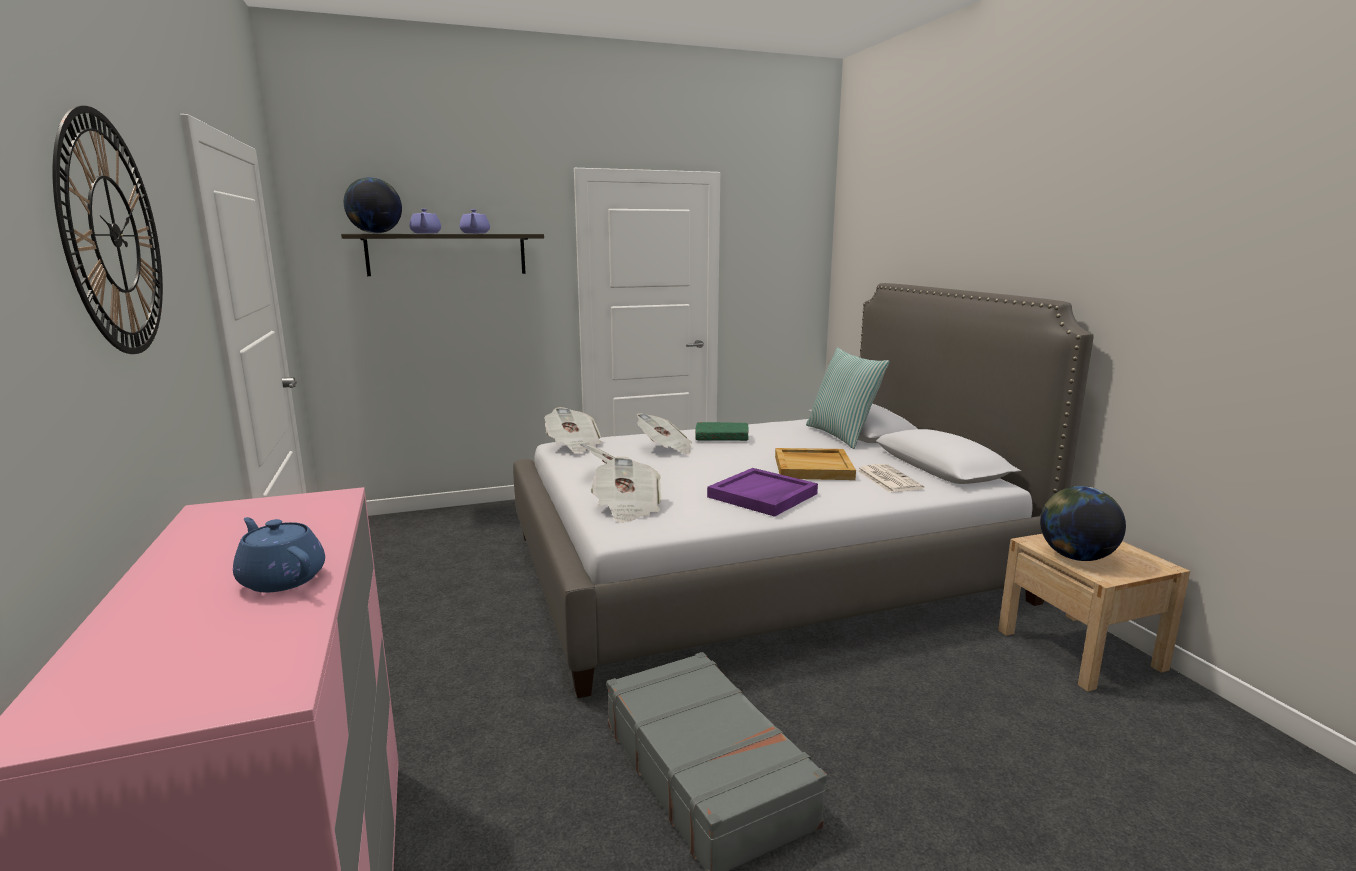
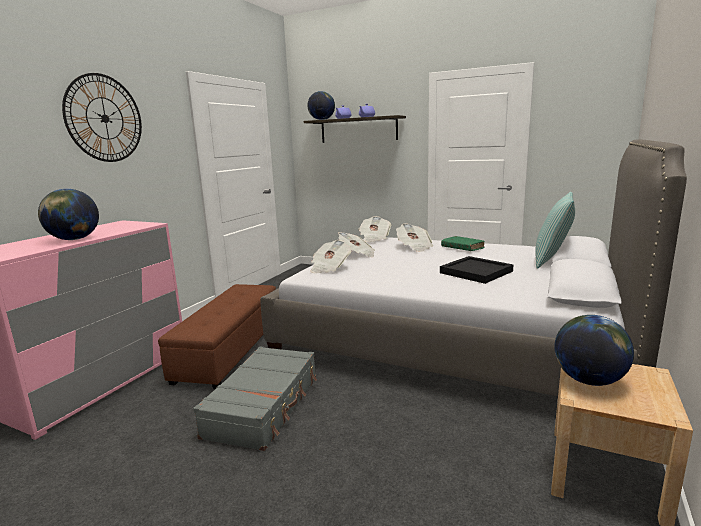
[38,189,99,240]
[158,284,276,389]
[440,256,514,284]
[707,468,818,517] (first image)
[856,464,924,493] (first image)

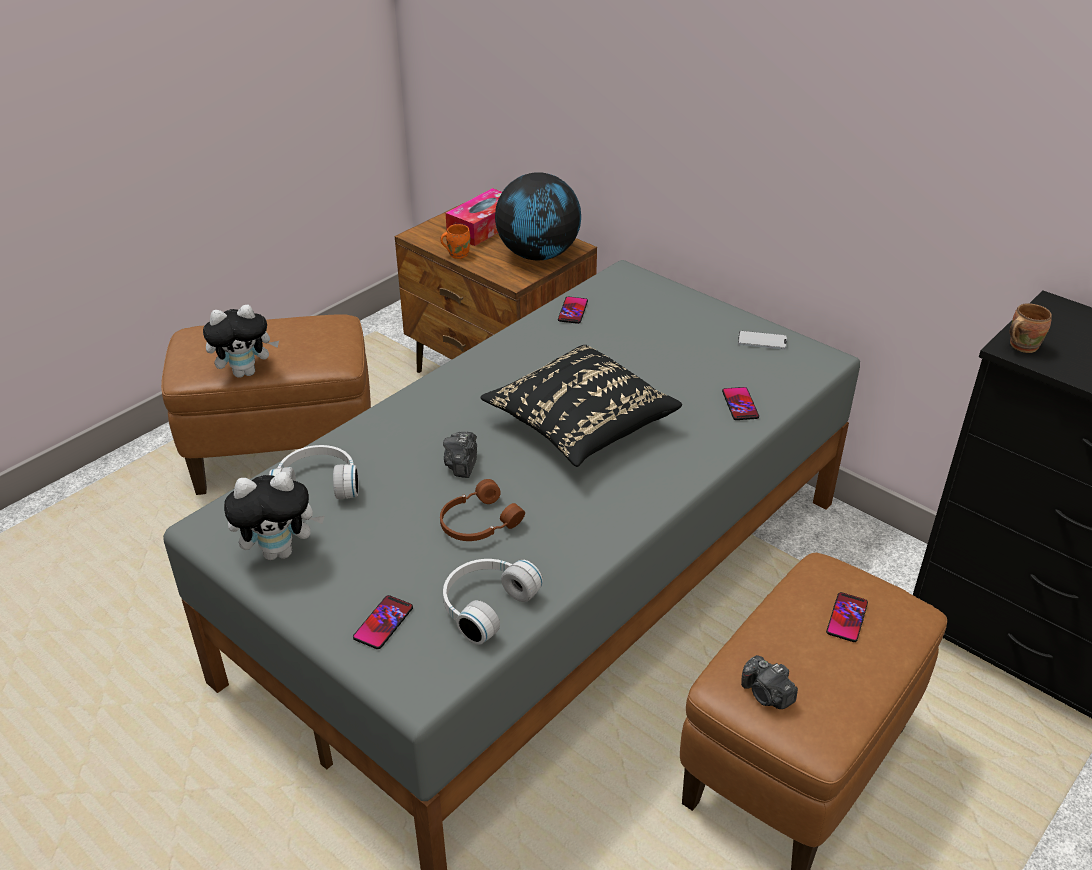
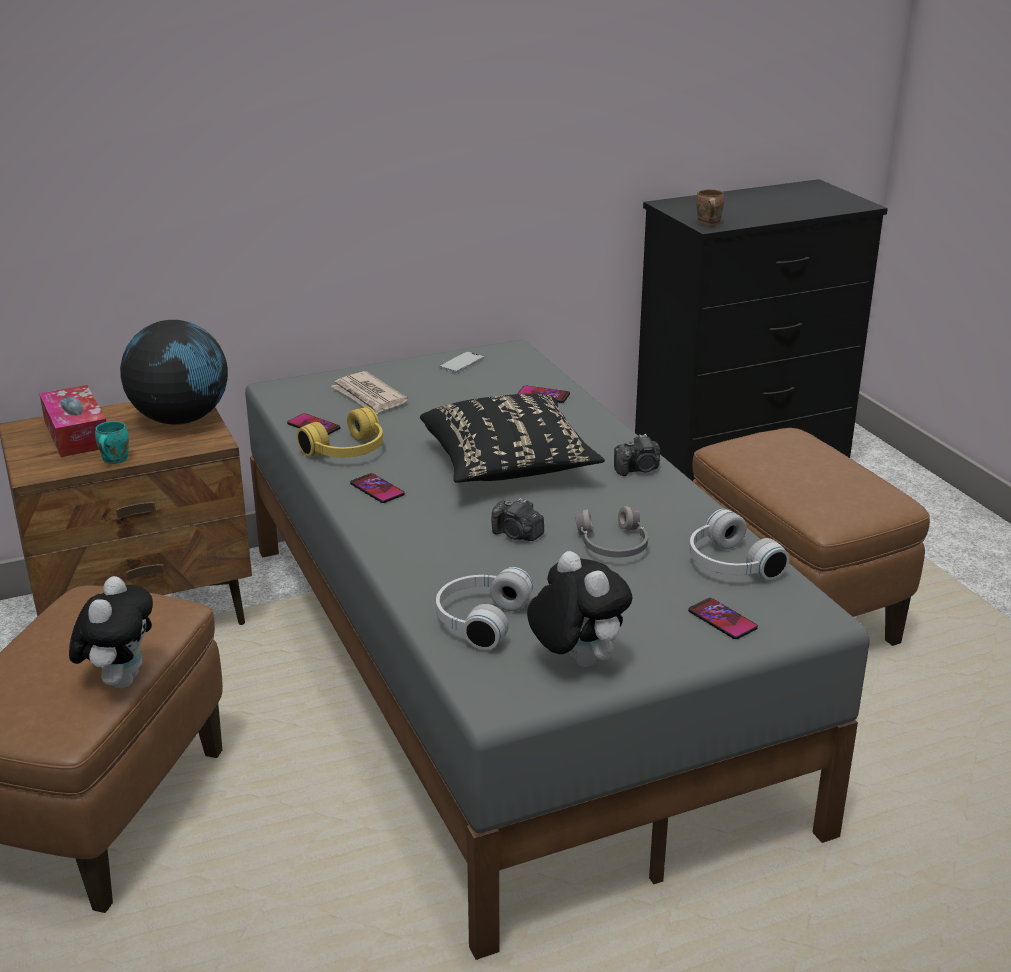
[95,421,129,464]
[297,407,383,457]
[331,371,408,415]
[350,473,405,503]
[527,551,632,667]
[575,506,648,558]
[614,434,660,476]

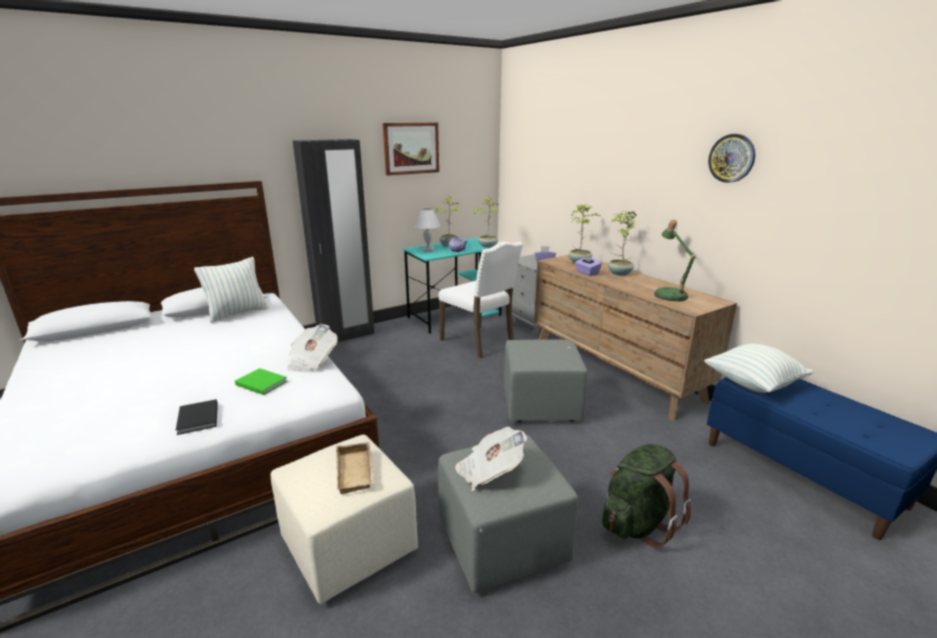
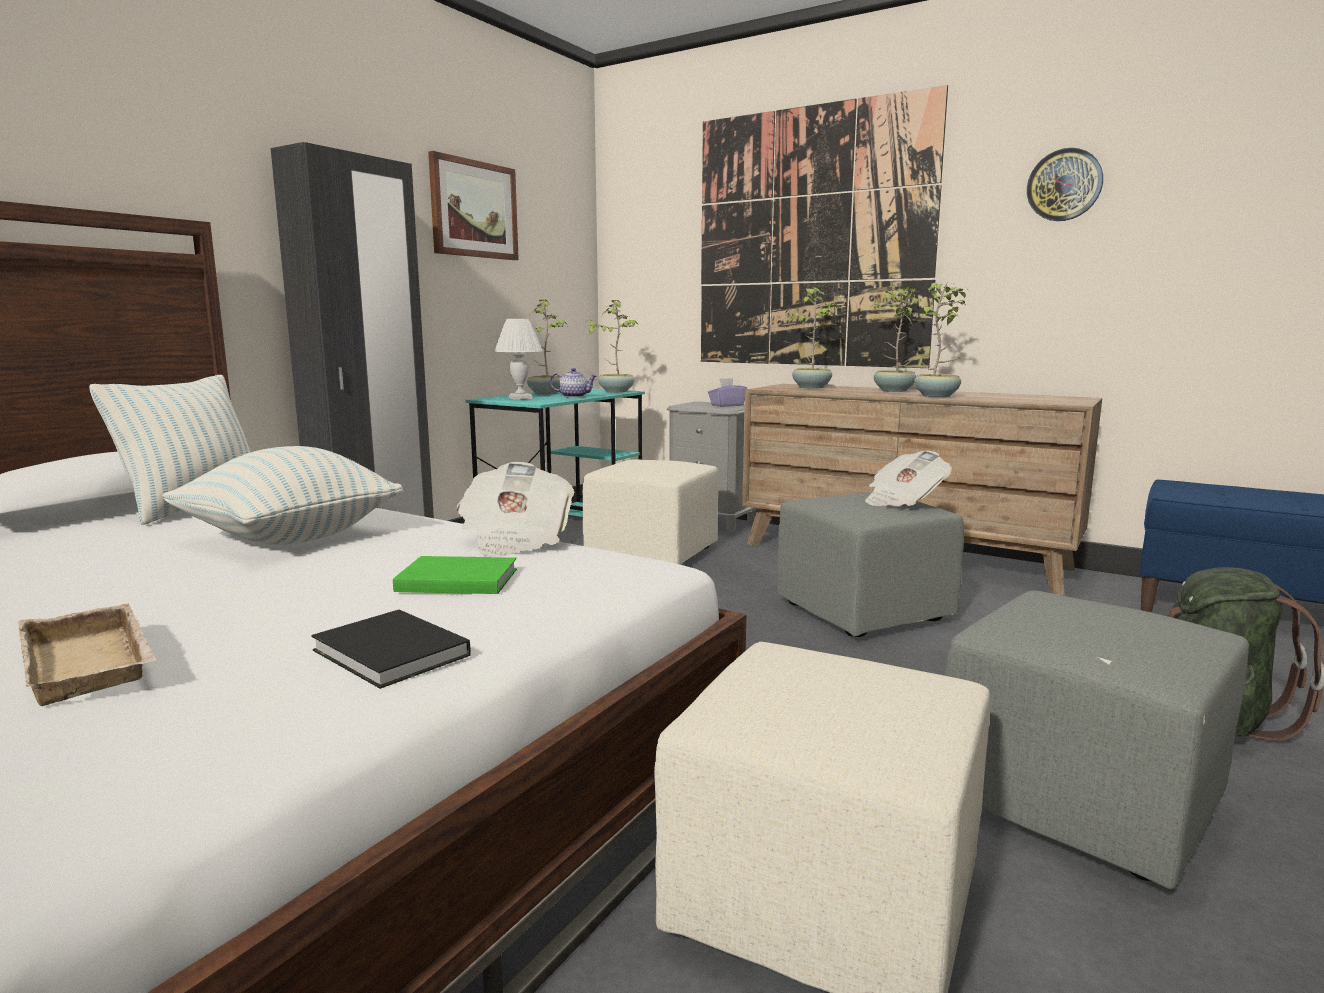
[18,603,158,706]
[162,446,404,545]
[583,459,718,565]
[701,85,948,368]
[865,451,952,506]
[914,283,970,397]
[575,255,602,276] (first image)
[654,219,696,301] (first image)

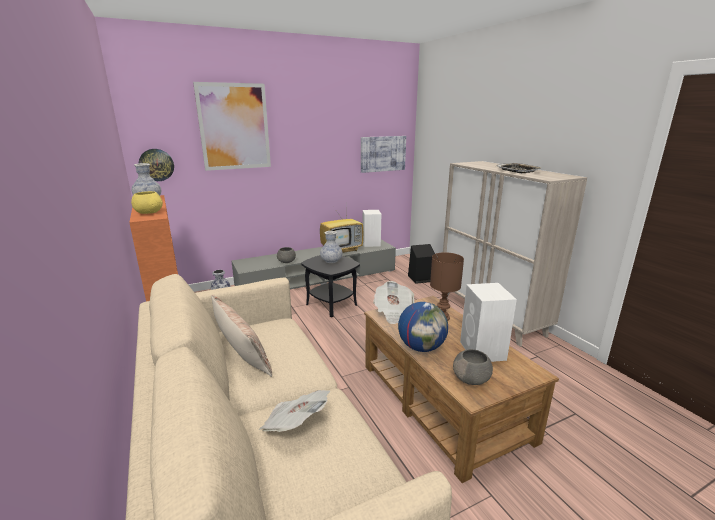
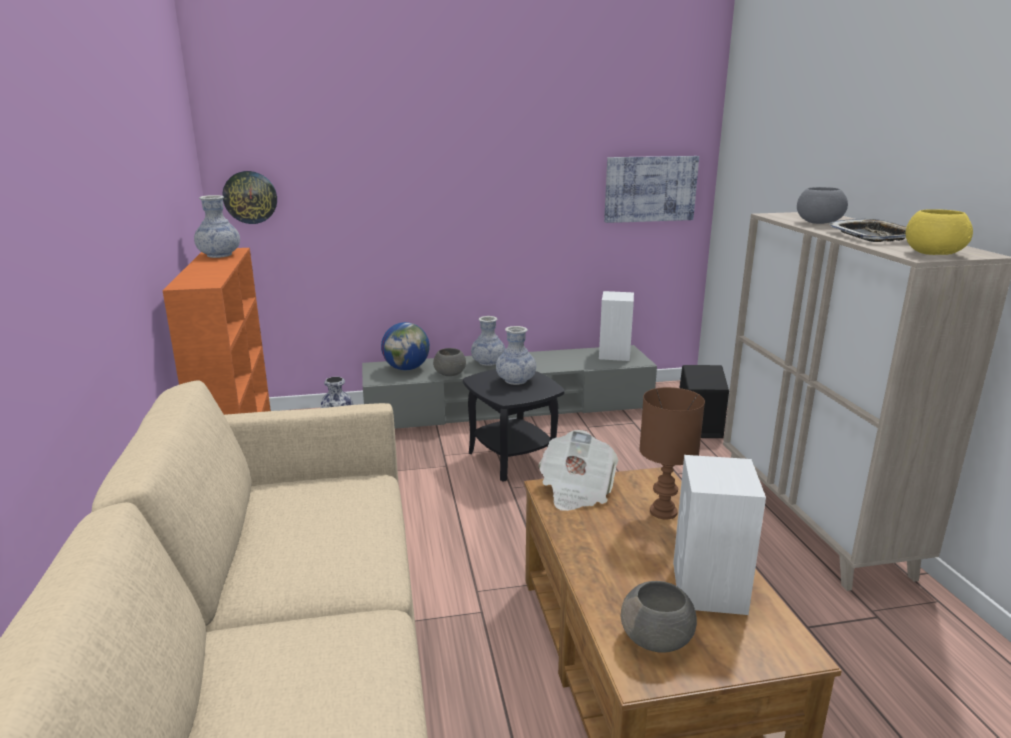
[381,322,430,370]
[471,316,505,366]
[797,187,848,224]
[905,209,973,255]
[193,82,271,171] (first image)
[211,295,272,377] (first image)
[259,390,330,432] (first image)
[320,208,364,253] (first image)

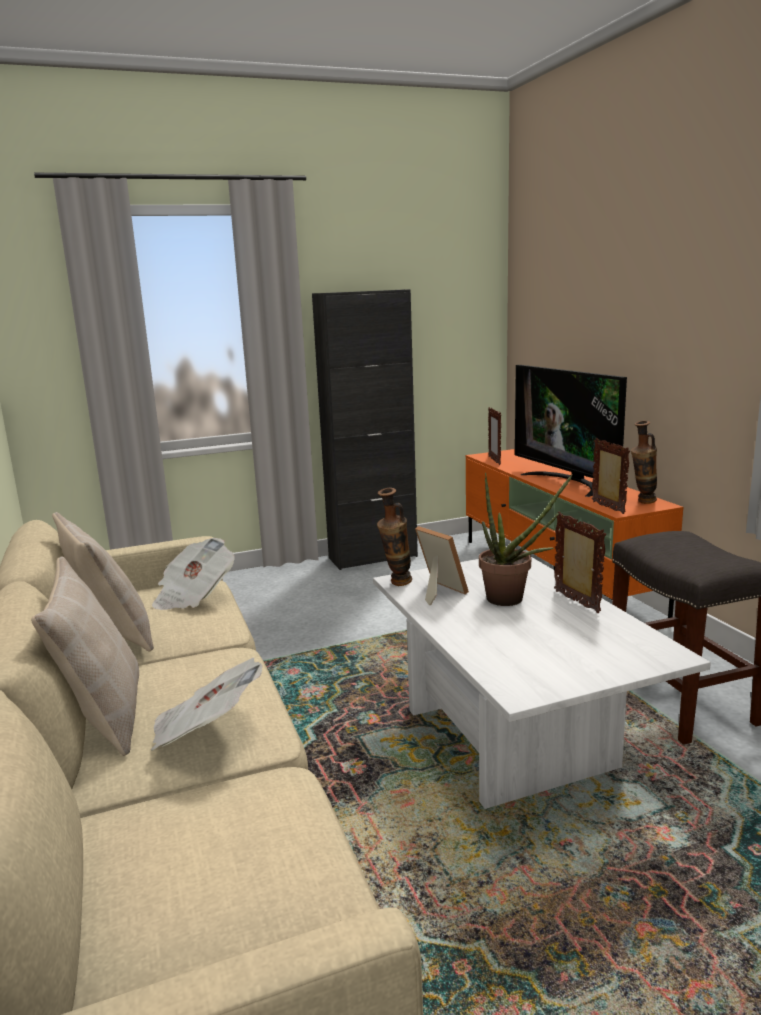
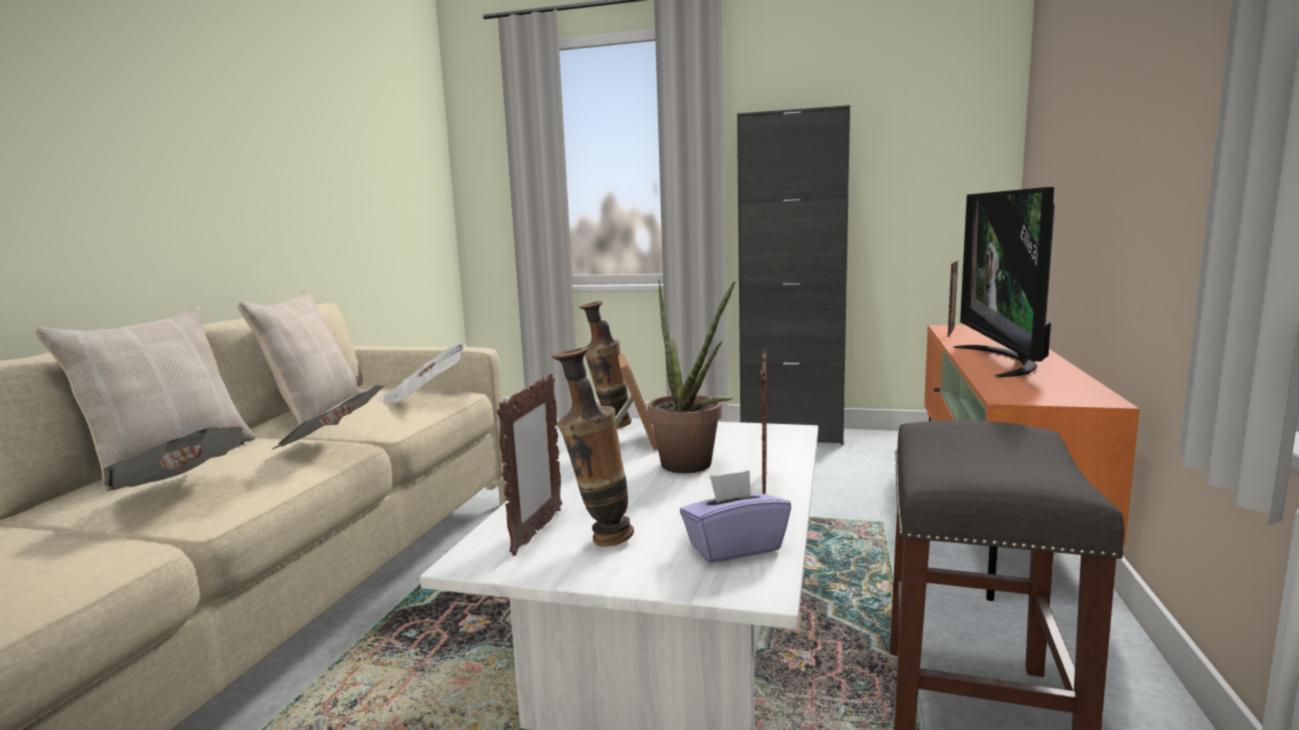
[272,384,384,449]
[497,374,562,556]
[552,347,634,547]
[680,470,791,563]

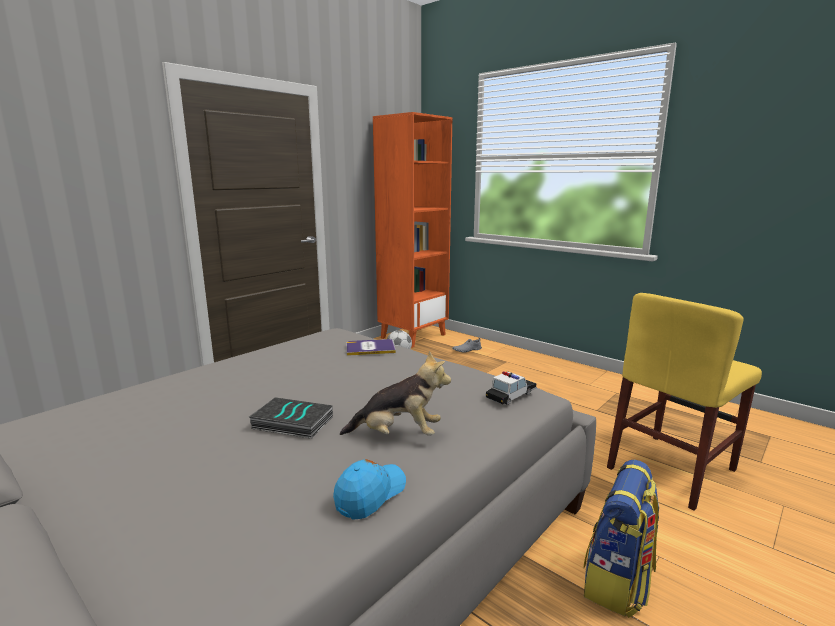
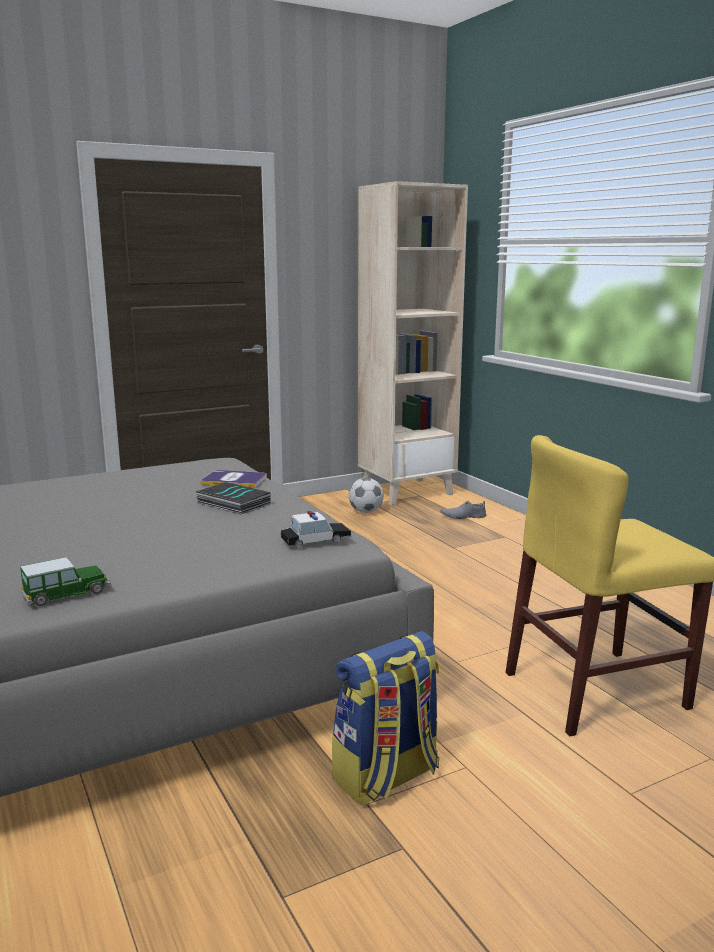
[20,557,111,606]
[196,482,270,514]
[358,181,468,505]
[340,351,451,436] (first image)

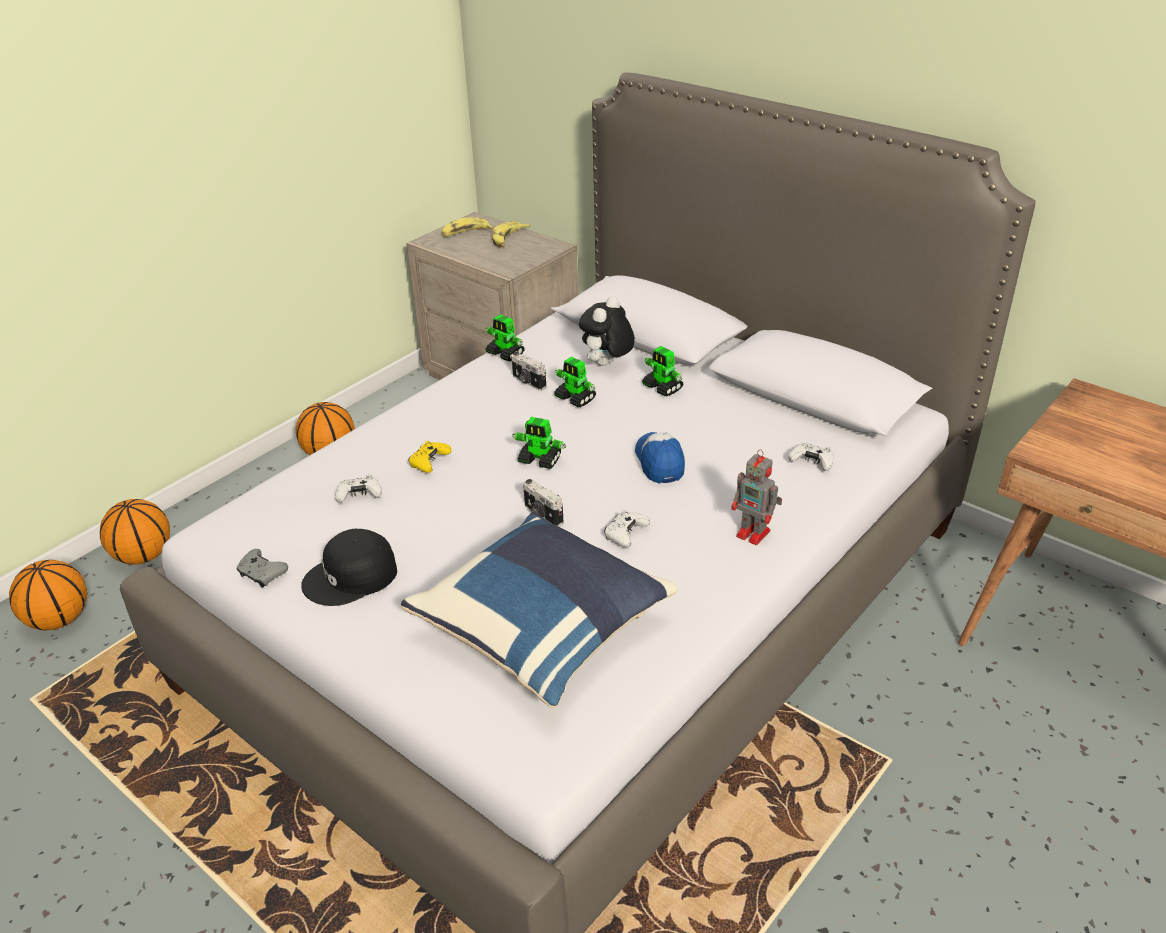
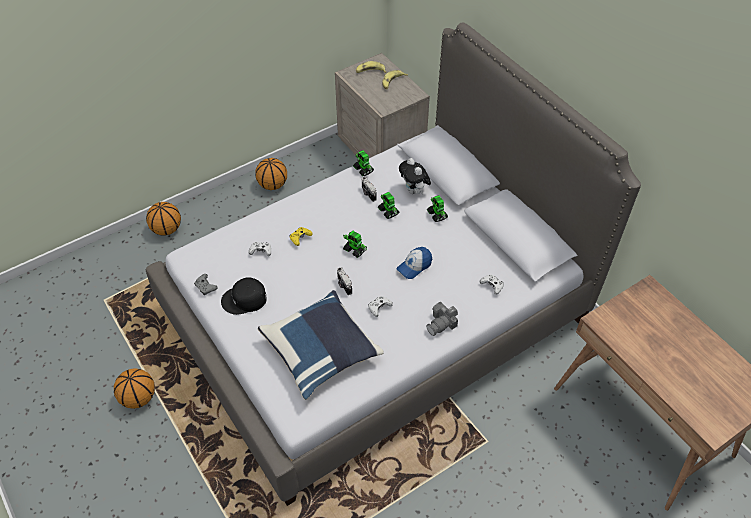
[114,368,155,409]
[396,247,432,279]
[399,158,431,194]
[426,302,458,336]

